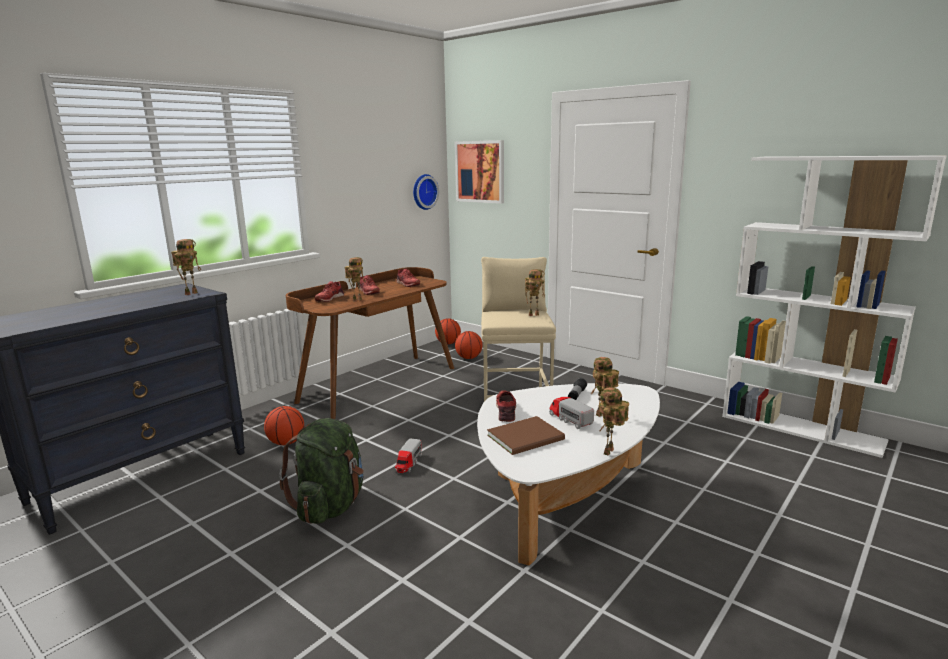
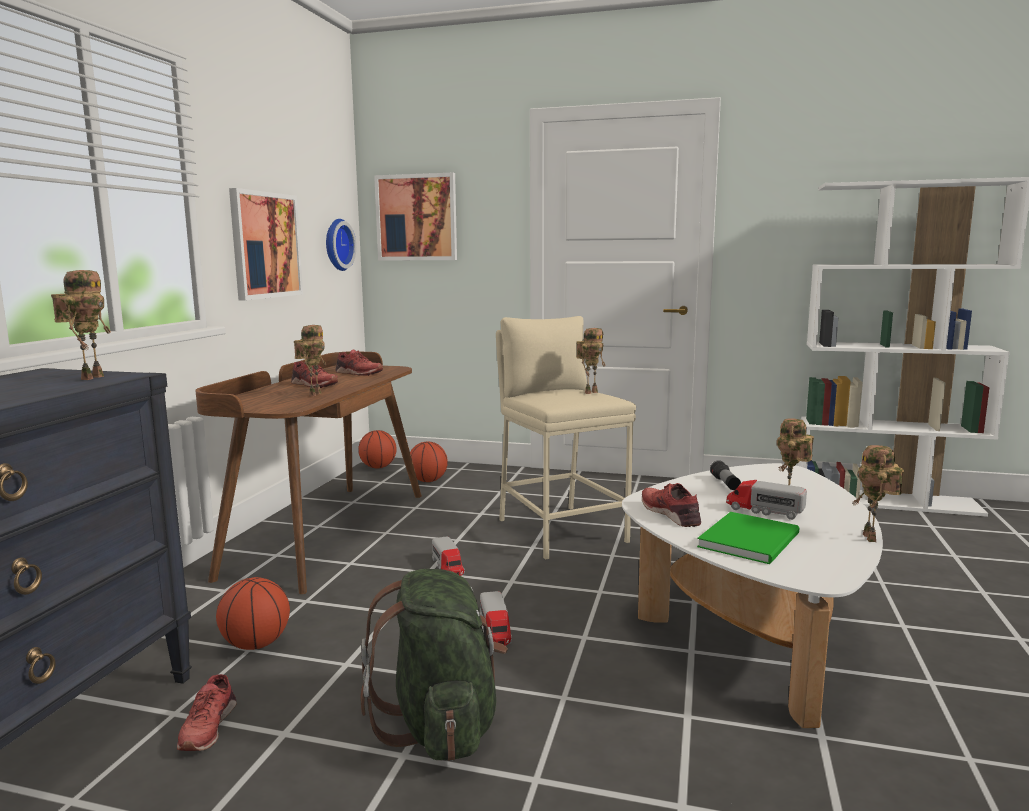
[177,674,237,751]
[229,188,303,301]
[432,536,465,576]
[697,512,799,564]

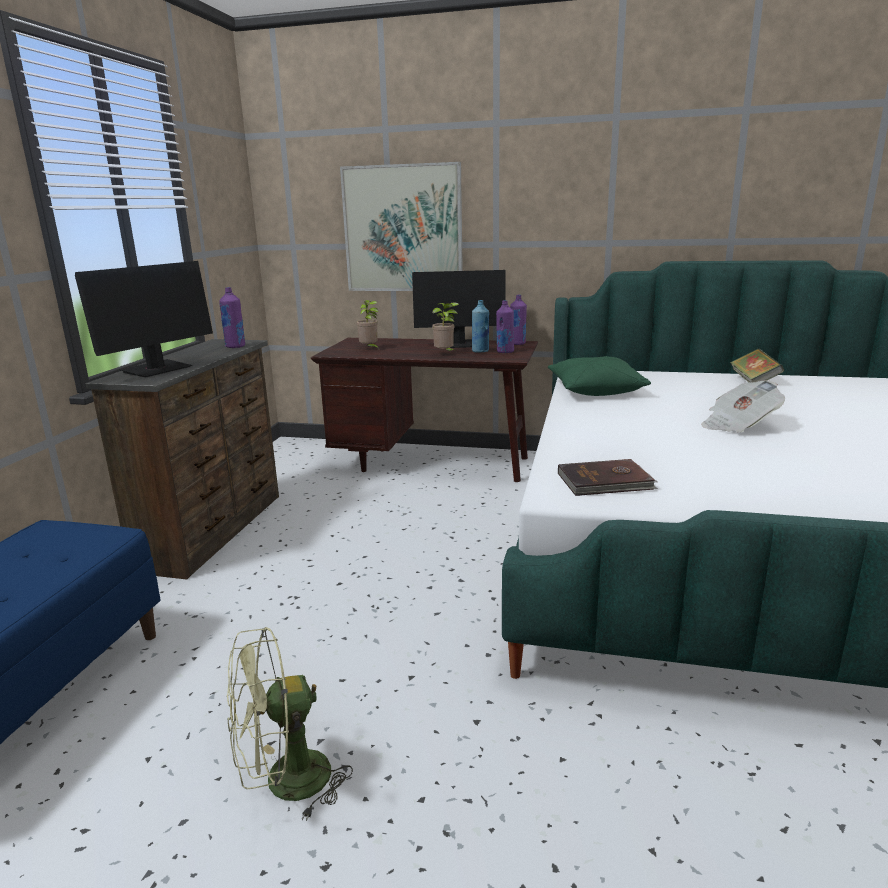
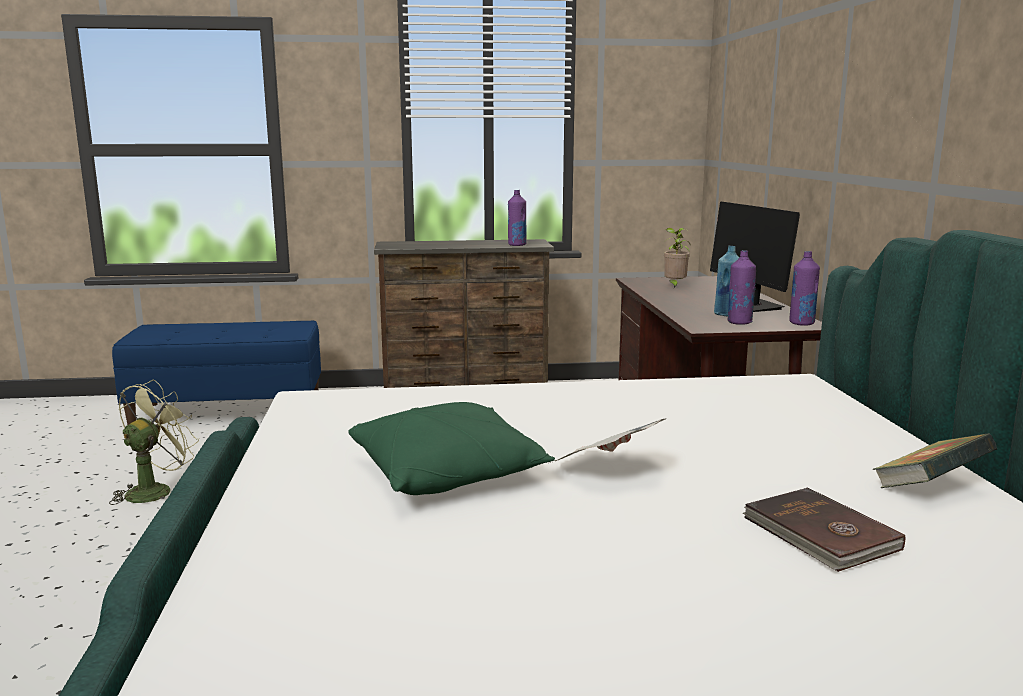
[109,380,199,505]
[348,402,555,495]
[743,487,906,572]
[75,261,213,377] (first image)
[340,162,463,291] (first image)
[432,302,459,352] (first image)

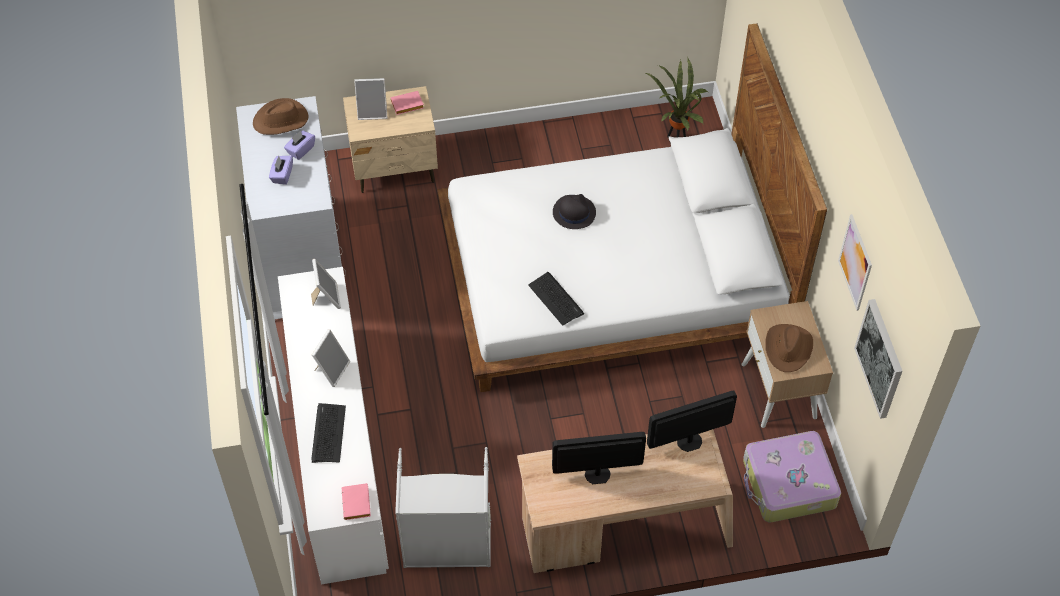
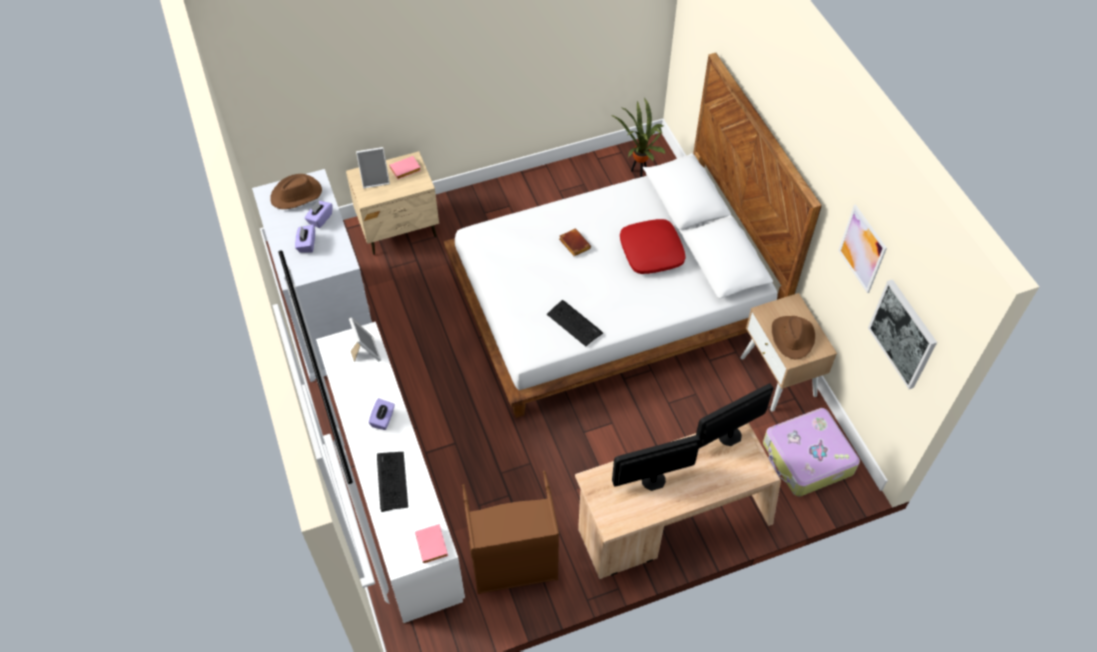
[369,398,395,430]
[462,471,559,594]
[559,229,591,256]
[620,219,686,274]

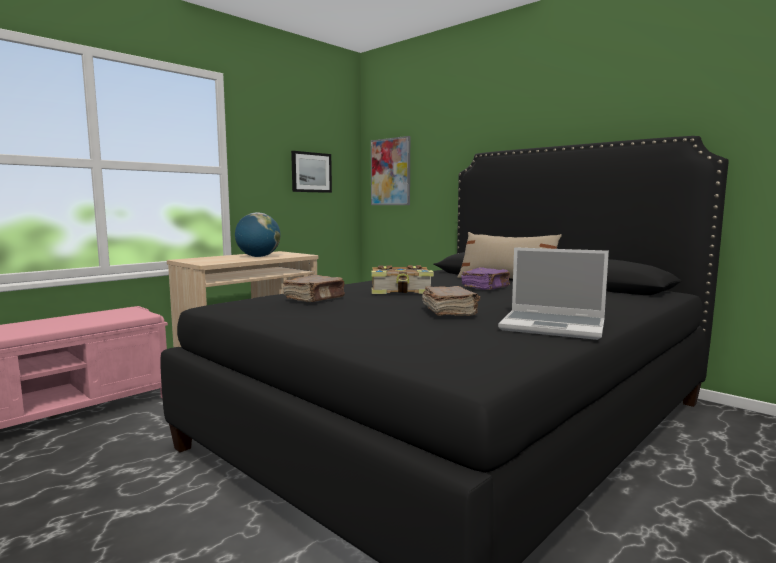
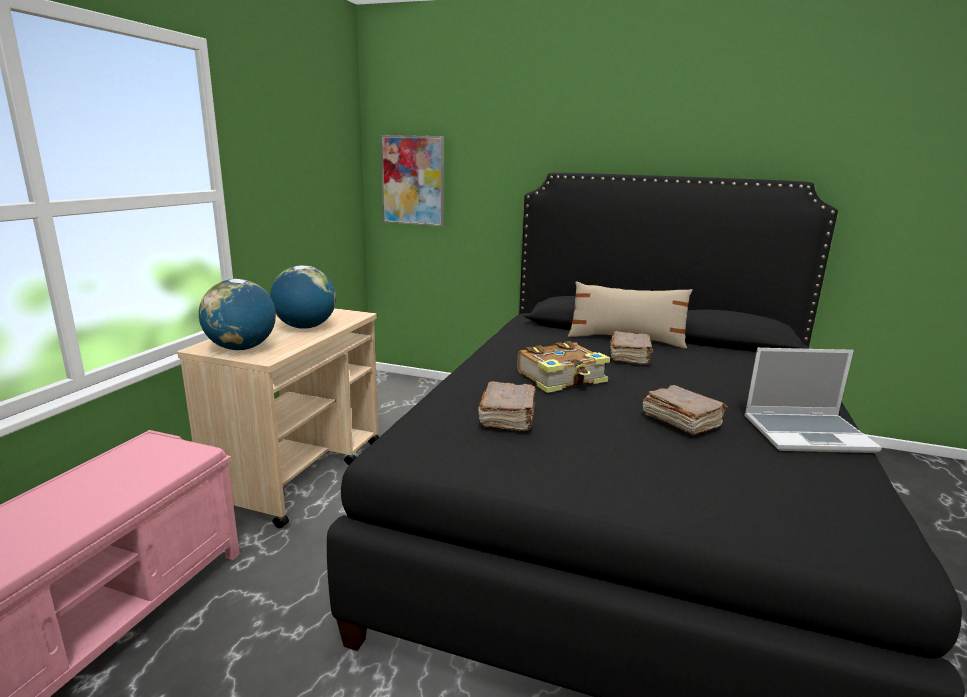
[199,279,276,350]
[611,331,653,365]
[291,151,332,193] (first image)

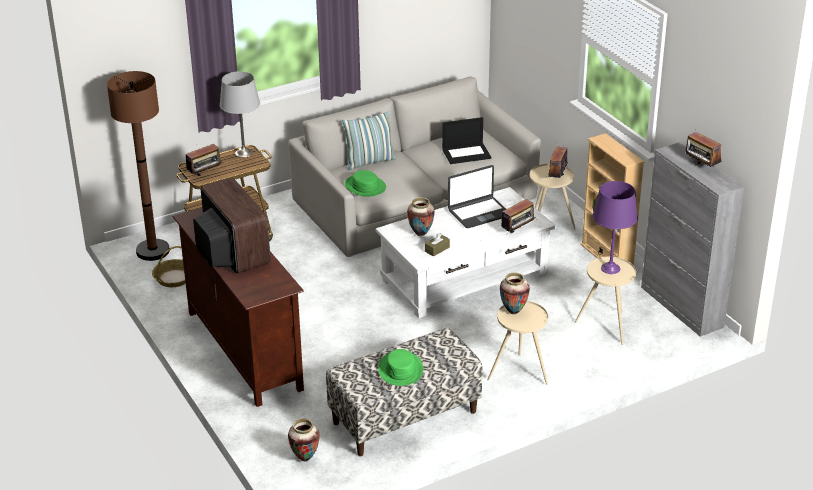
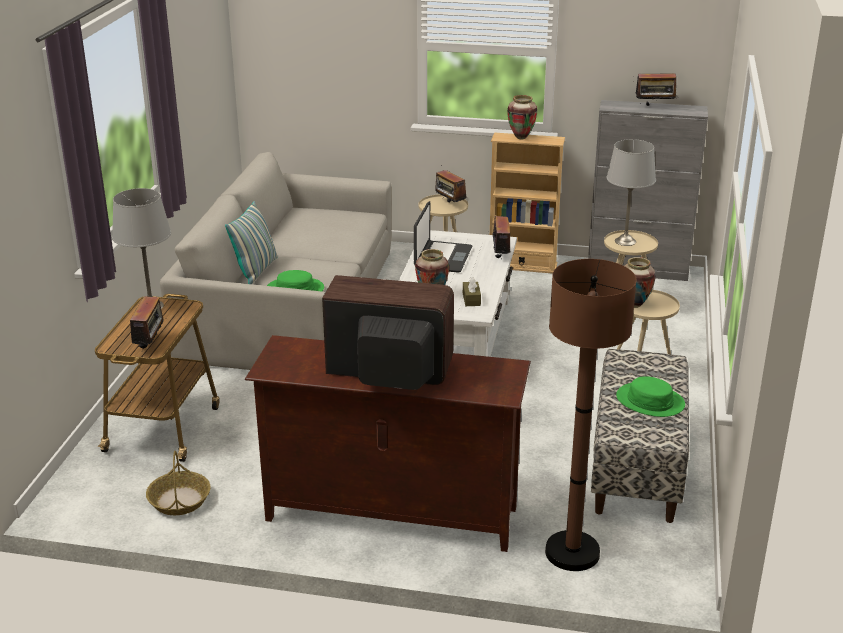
[507,95,538,139]
[545,259,637,571]
[606,139,656,246]
[442,117,491,164] (first image)

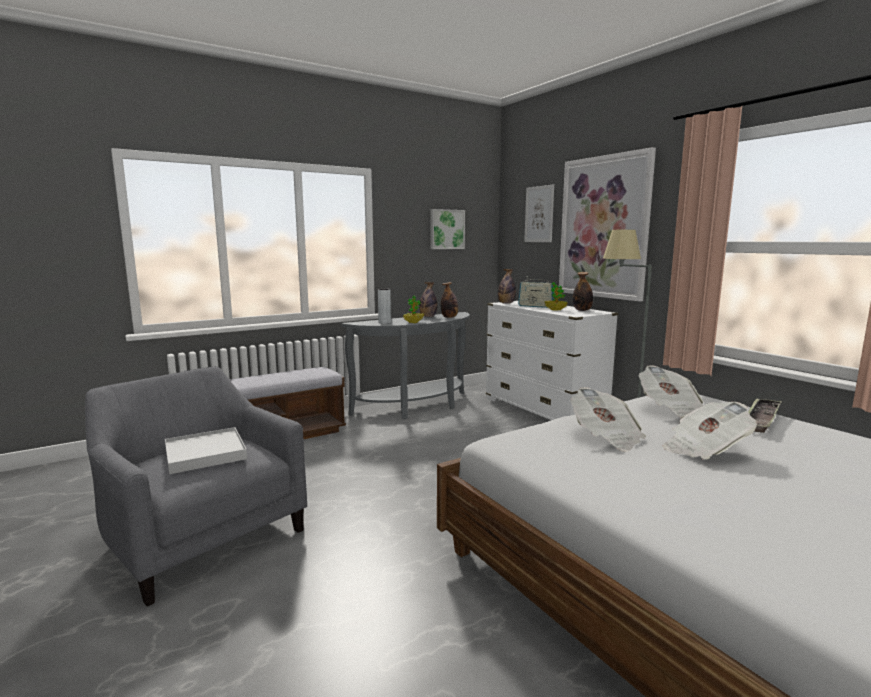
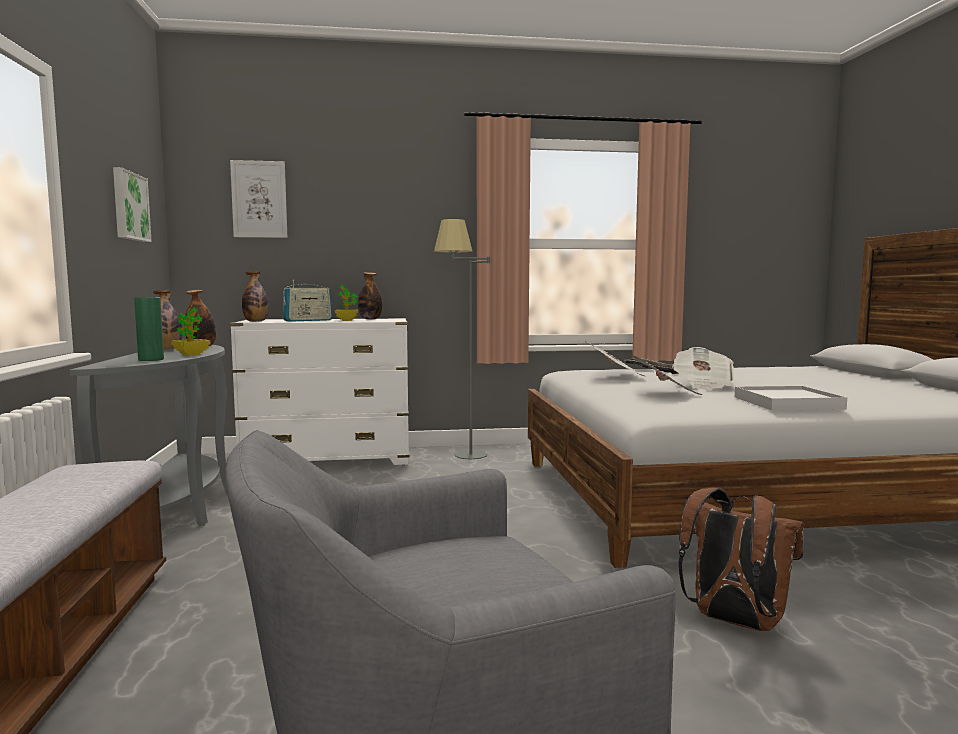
[134,297,164,361]
[678,488,804,631]
[735,386,847,411]
[559,147,656,302] (first image)

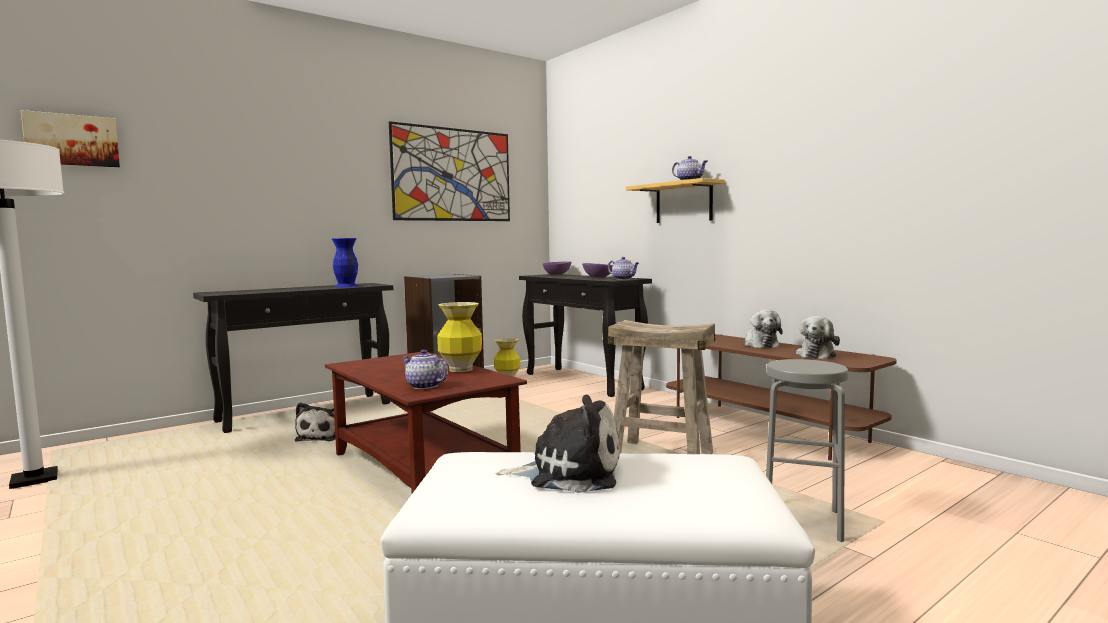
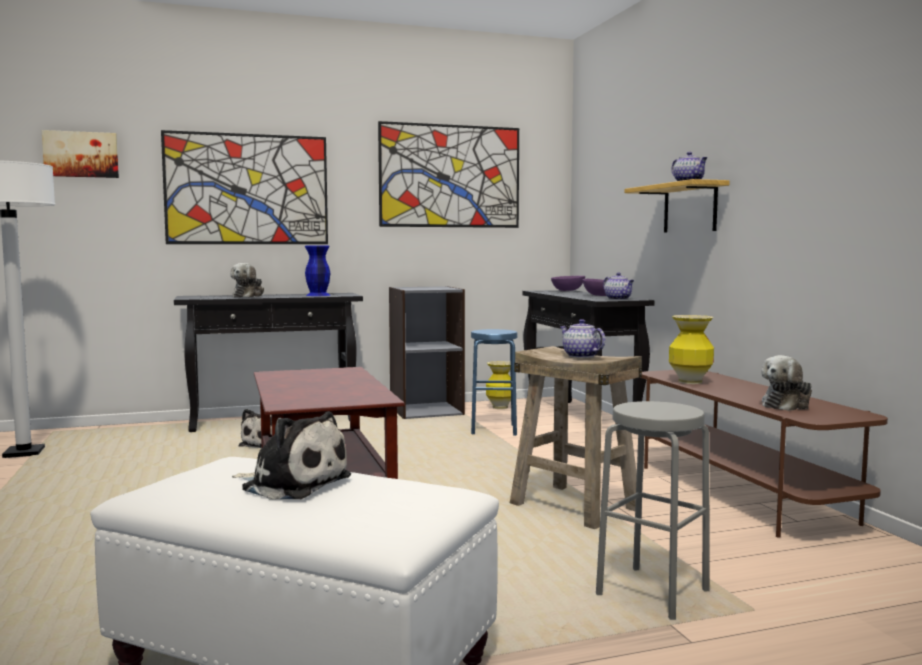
[161,130,328,244]
[230,263,264,297]
[471,329,517,436]
[560,319,606,358]
[669,315,714,384]

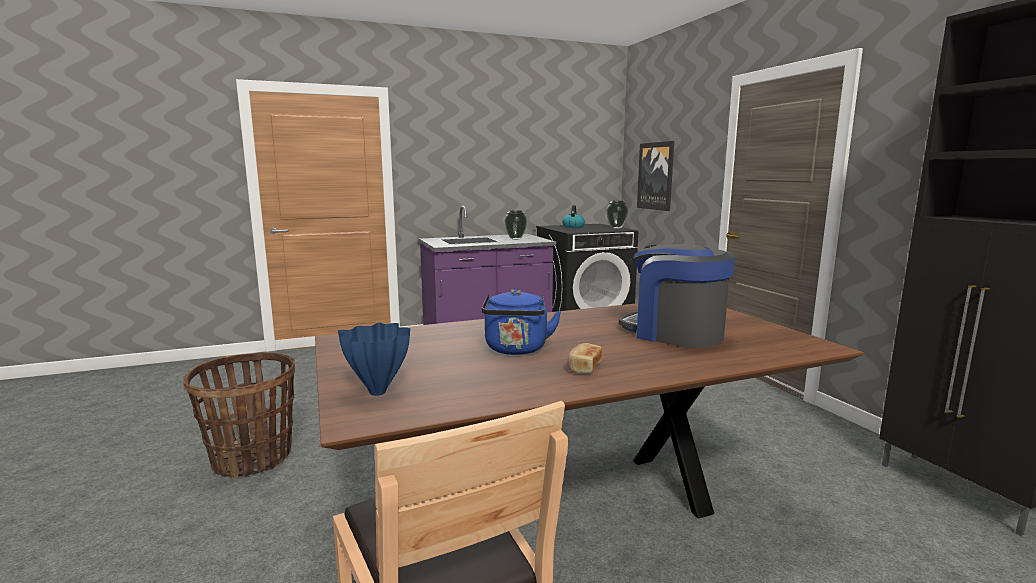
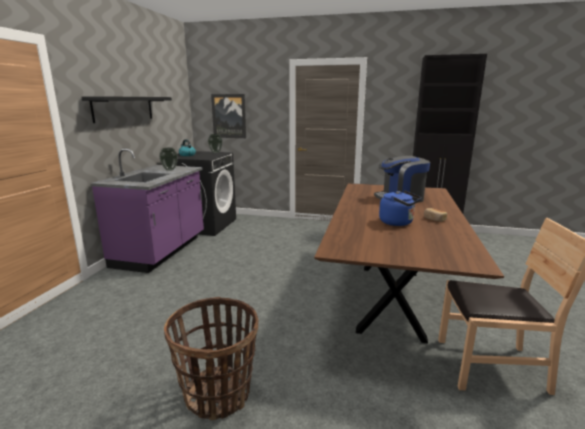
[81,96,172,123]
[338,323,410,396] (first image)

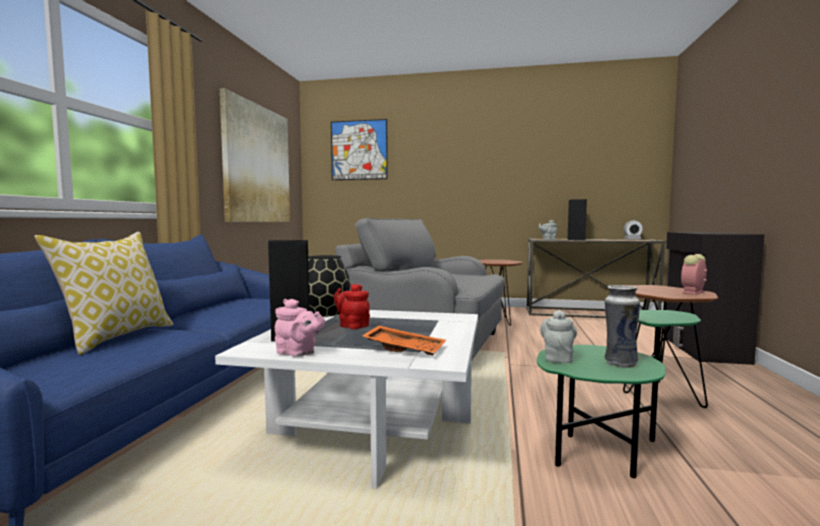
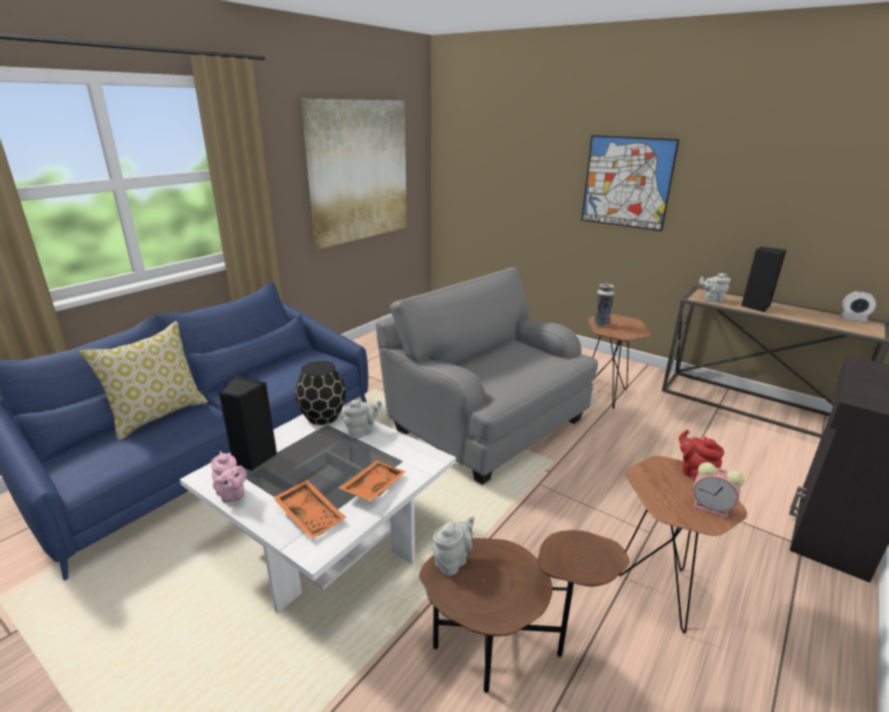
[339,460,406,501]
[343,399,382,439]
[419,530,629,693]
[581,135,679,231]
[594,283,615,327]
[679,430,724,482]
[693,462,745,519]

